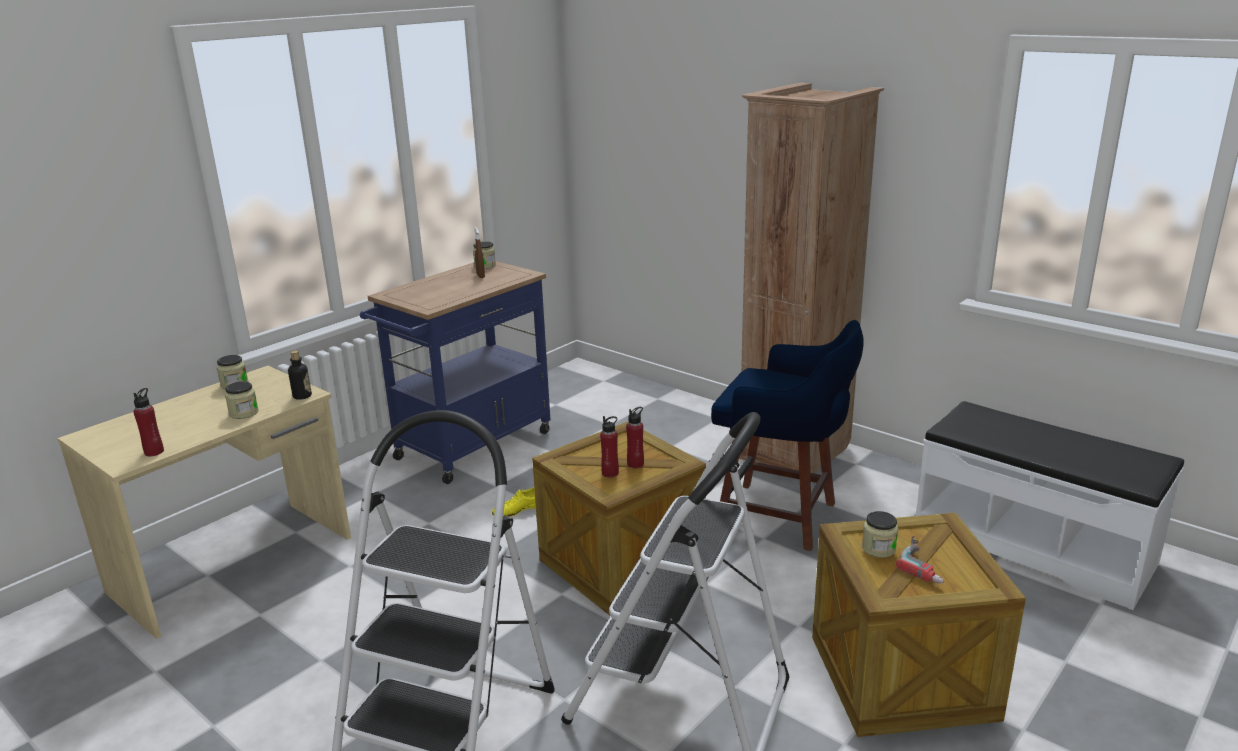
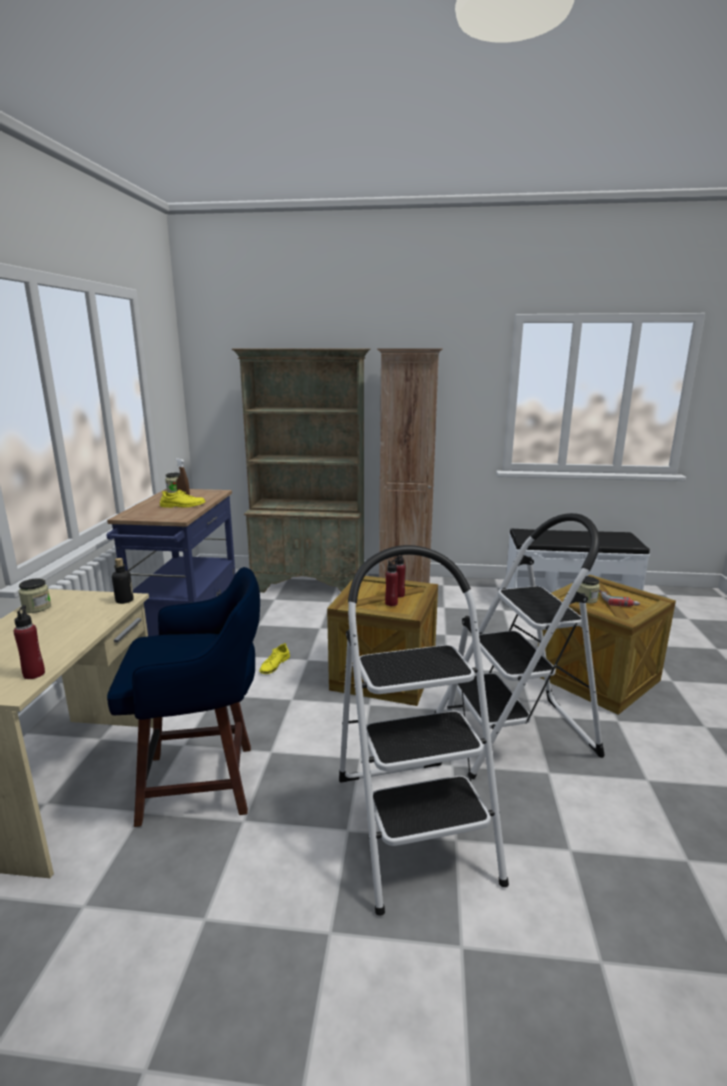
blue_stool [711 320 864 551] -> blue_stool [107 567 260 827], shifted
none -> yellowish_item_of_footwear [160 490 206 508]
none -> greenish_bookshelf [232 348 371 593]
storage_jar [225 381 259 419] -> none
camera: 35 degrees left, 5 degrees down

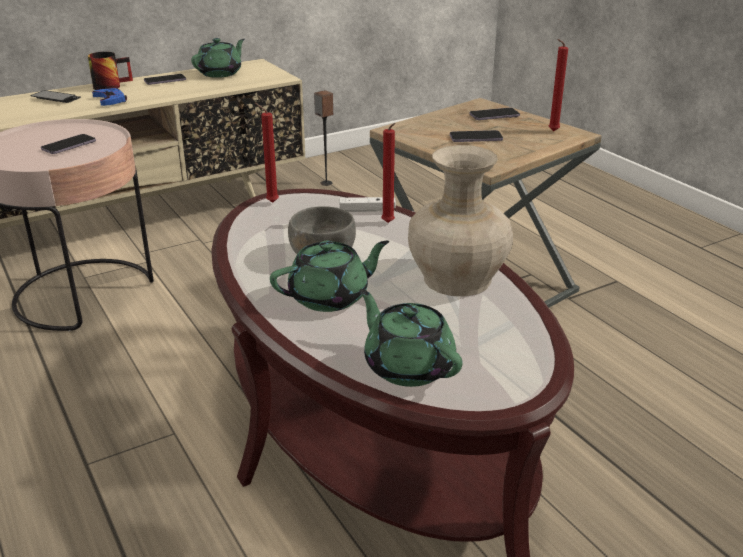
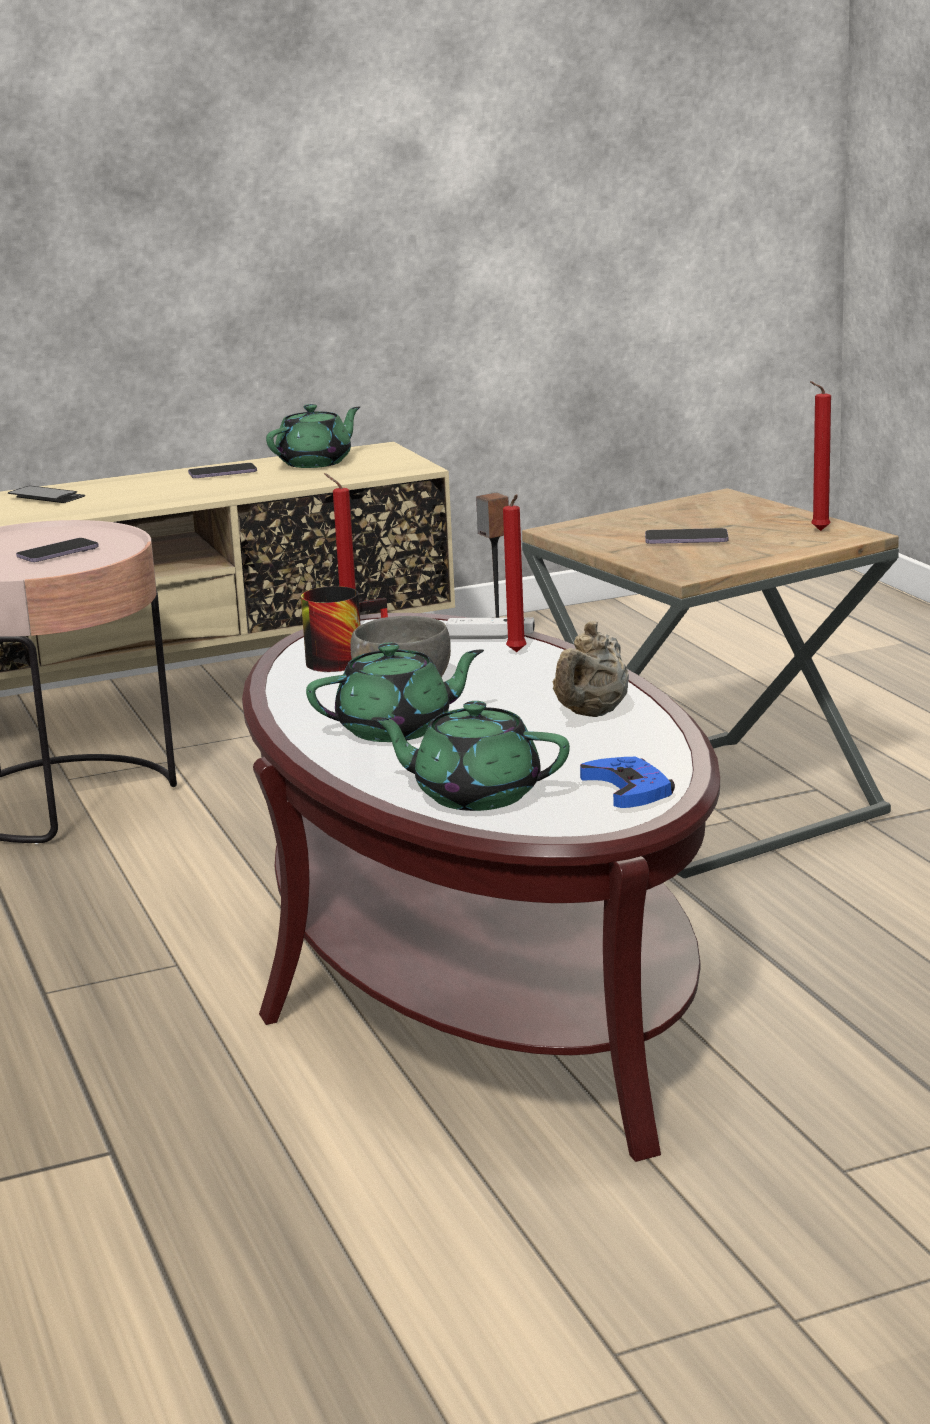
mug [88 52 133 90] -> mug [301 586 388 672], shifted
greenish_tea_pot [360 289 462 387] -> greenish_tea_pot [371 701 570 811], 45 degrees counterclockwise
beige_decorative_vase [408 145 513 296] -> beige_tea_pot [553 621 629 717]
blue_game_controller [92 88 127 106] -> blue_game_controller [580 757 675 808], shifted
handset [469 108 520 120] -> none
camera: 10 degrees right, 10 degrees down

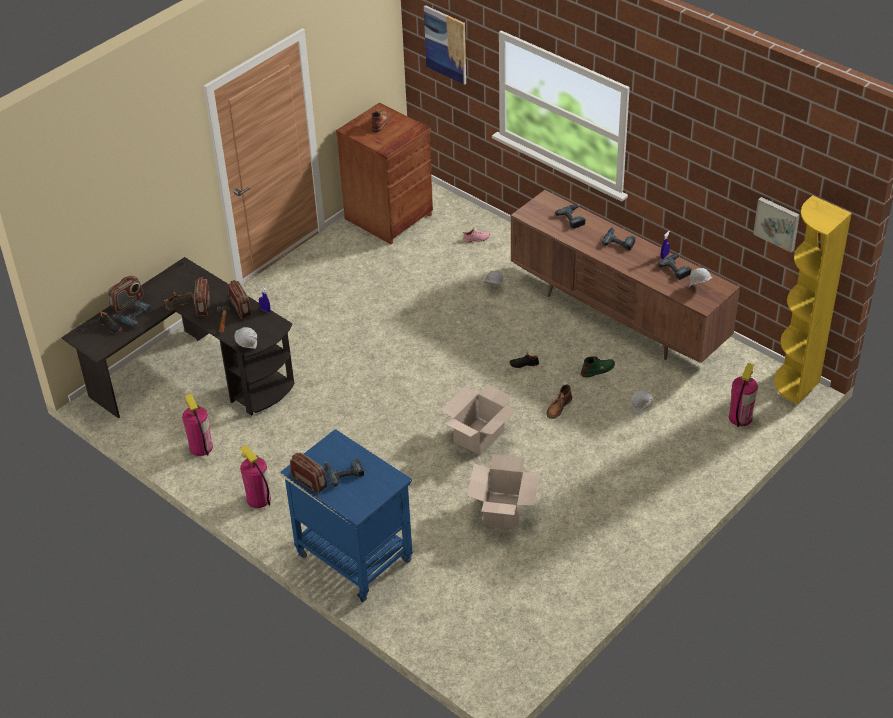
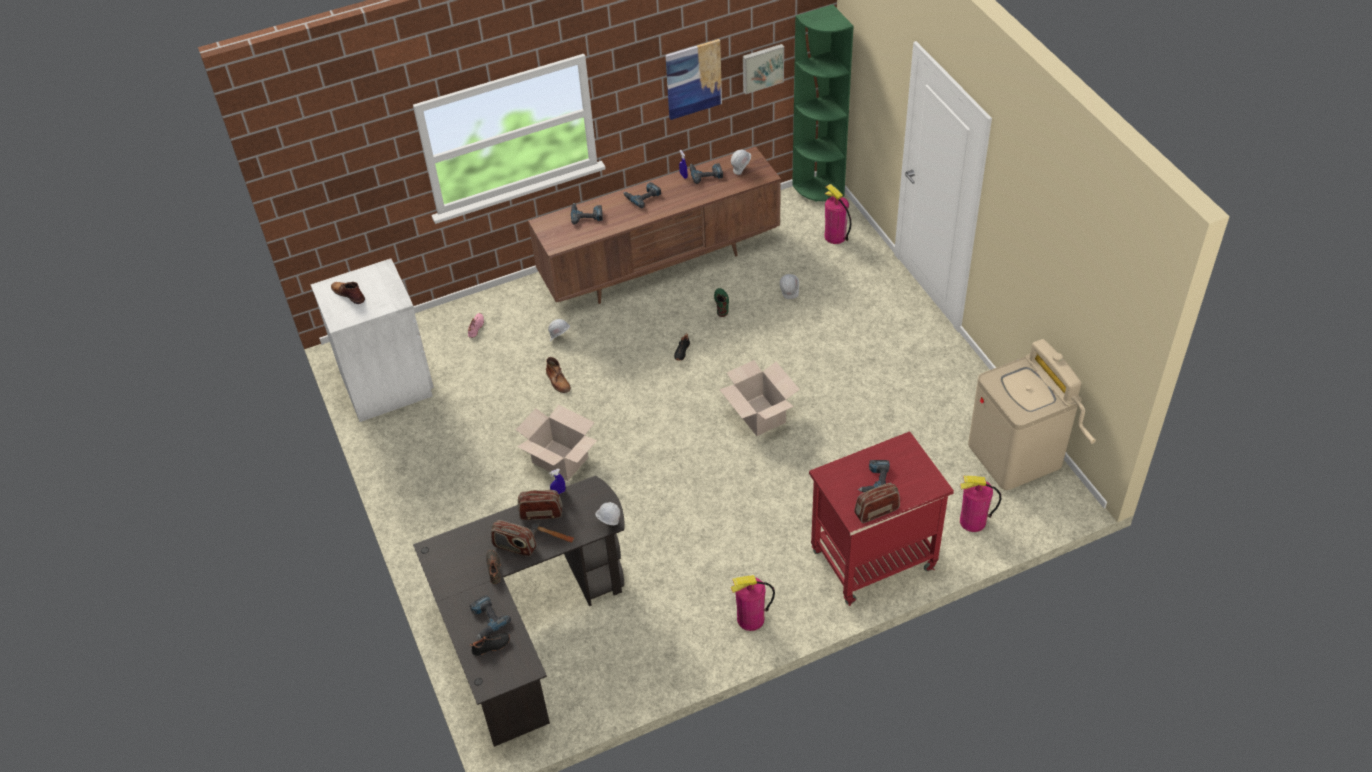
brown_chest_of_drawers [336 102 433 244] -> white-coloured_chest_of_drawers [311 258 434 422]
cardboard_box [467 454 540 529] -> cardboard_box [516 405 597 481], shifted
brown_tall_boot [546 385 572 419] -> brown_tall_boot [546 357 571 393], shifted
wall_picture [424 5 466 85] -> wall_picture [665 39 722 120], shifted
yellowish_bookshelf [774 195 852 405] -> greenish_bookshelf [792 4 853 202]
blue_wheeled_cart [280 429 413 602] -> red-coloured_wheeled_cart [809 431 954 606]
fire-fighting_cylinder [182 393 213 456] -> fire-fighting_cylinder [960 476 1001 532], shifted
none -> beige_laundry_appliance [968 339 1096 490]
radio [108 276 144 312] -> none
camera: 65 degrees left, 5 degrees up

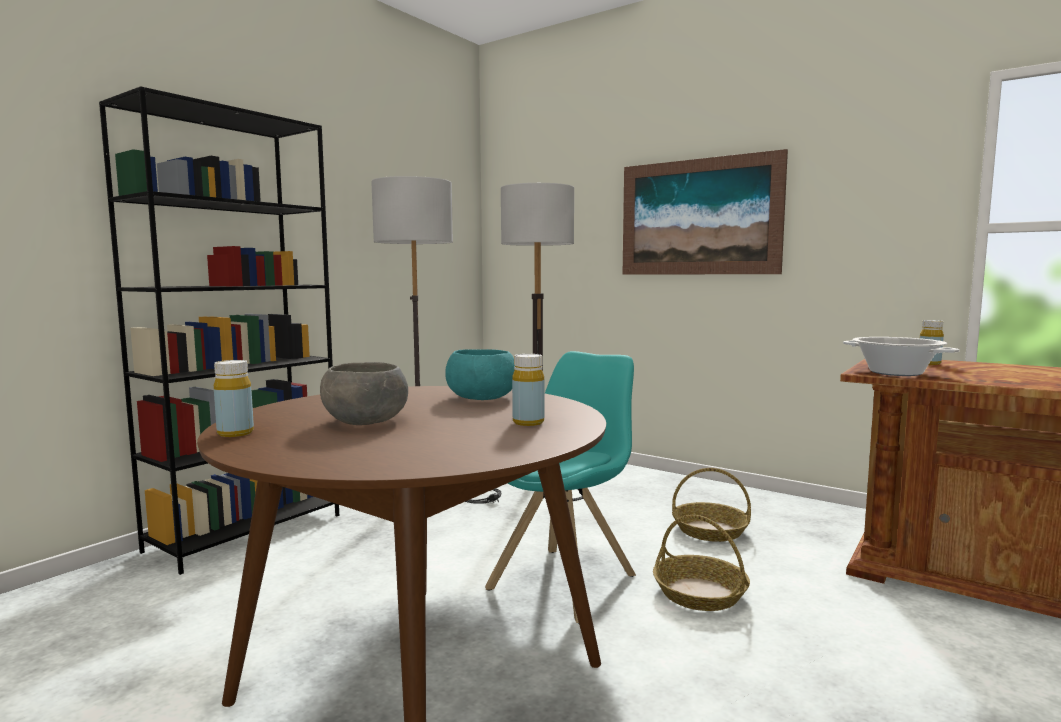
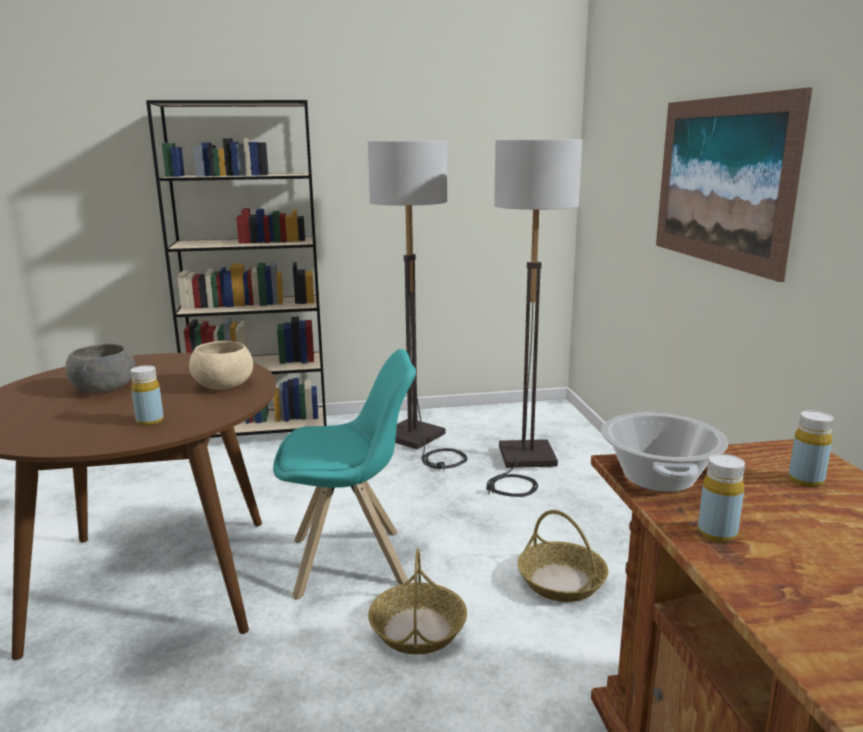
black-coloured_bookshelf [99 86 339 575] -> beige_bookshelf [146 100 327 438]
blue-green_bowl [445 349 514 400] -> beige_bowl [189 341 253 390]
yellowish_beverage_bottle [214 360 254 437] -> yellowish_beverage_bottle [698 454 745 542], shifted
camera: 45 degrees right, 10 degrees up

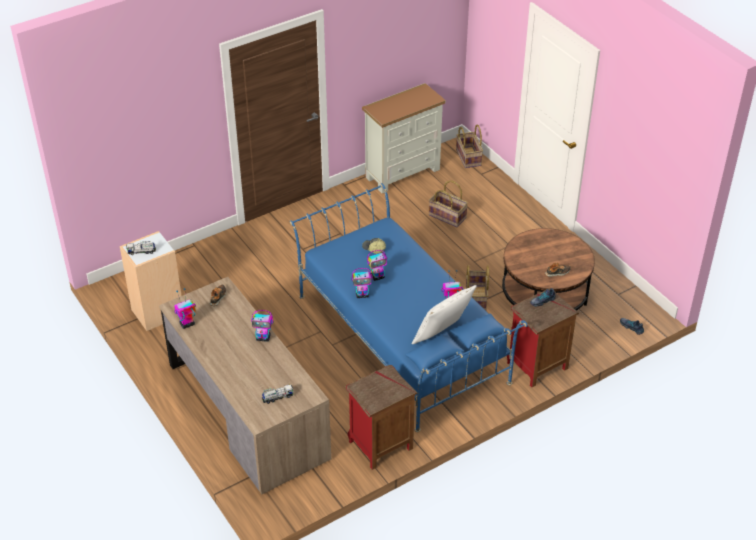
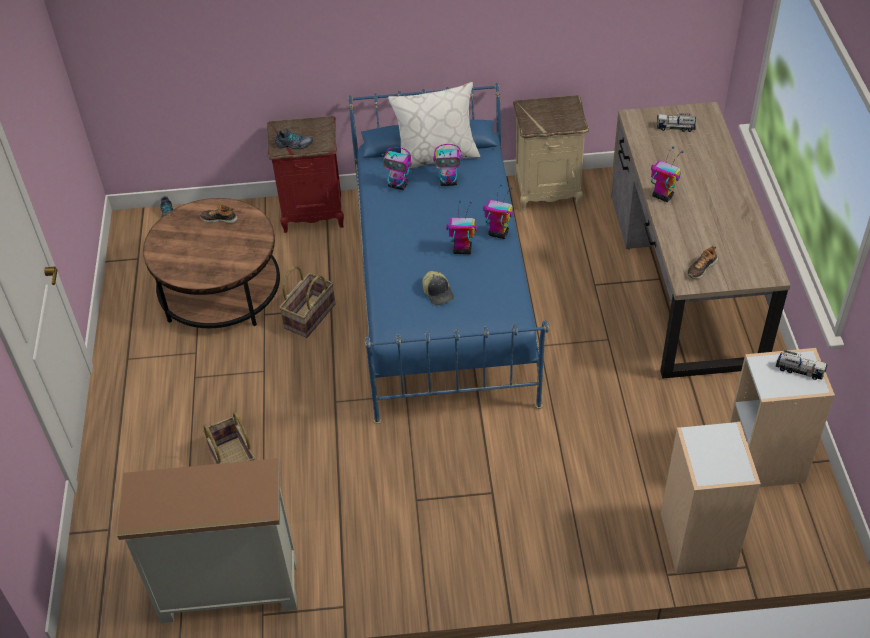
model_robot [174 288 196 329] -> model_robot [433 144 463 186], shifted
red-coloured_bedside_table [345 365 418 470] -> beige_bedside_table [513 95 589 212]
none -> bookshelf [661 422 761 574]
household_basket [456 124 483 168] -> none
camera: 150 degrees left, 5 degrees up

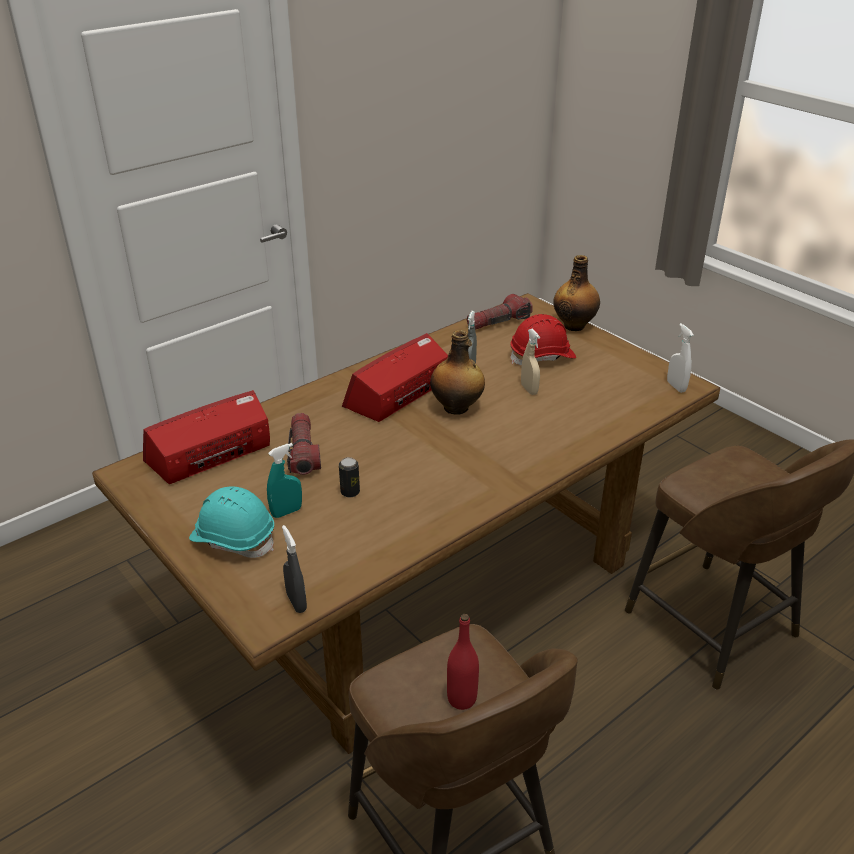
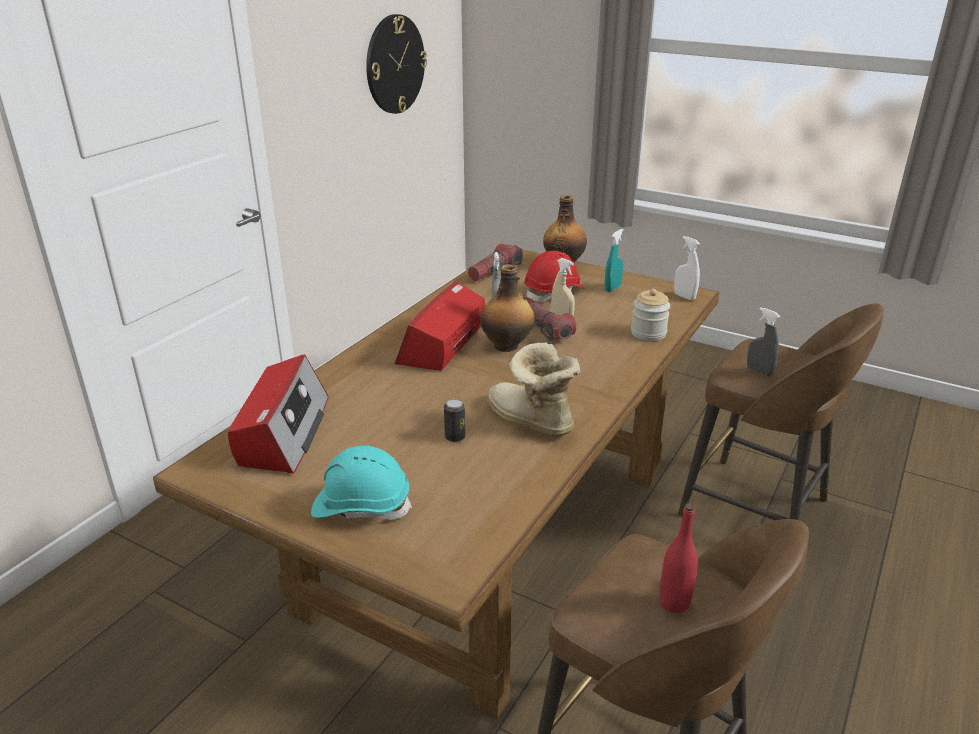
radio [143 390 270 484] -> radio [228 354 329 474], 150 degrees clockwise
none -> clock_on_the_wall [366 14 427 114]
none -> tall_boot [487 343 581 437]
flashlight [287 413 321 475] -> flashlight [526 297 576 341], shifted
blue-green_hand_sprayer [267 443 302 518] -> blue-green_hand_sprayer [605 229 624 292], shifted
none -> storage_jar [631 289 670 341]
gray_hand_sprayer [282 525 307 613] -> gray_hand_sprayer [747 307 780 376], shifted
camera: 20 degrees left, 5 degrees down

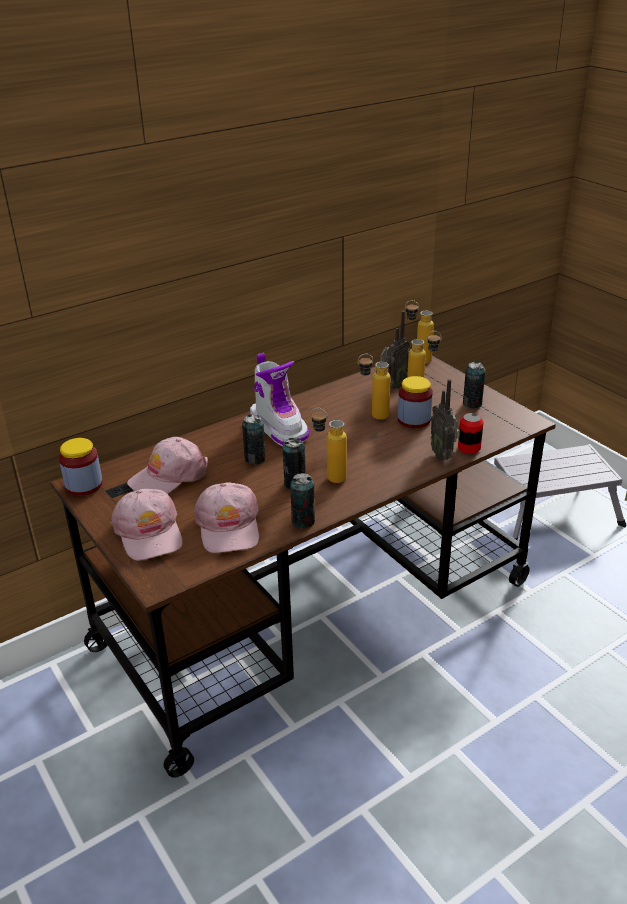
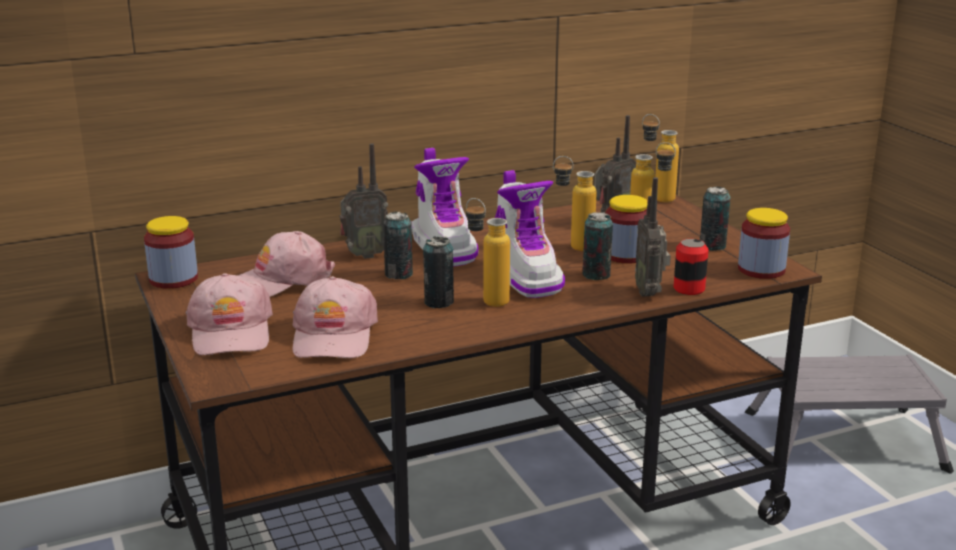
none -> radio [339 144 388 259]
none -> tall_boot [495 170 565 298]
can [290 473 315 528] -> can [582 212 613 280], shifted
none -> storage_jar [738 208 790 279]
camera: 10 degrees right, 10 degrees down

